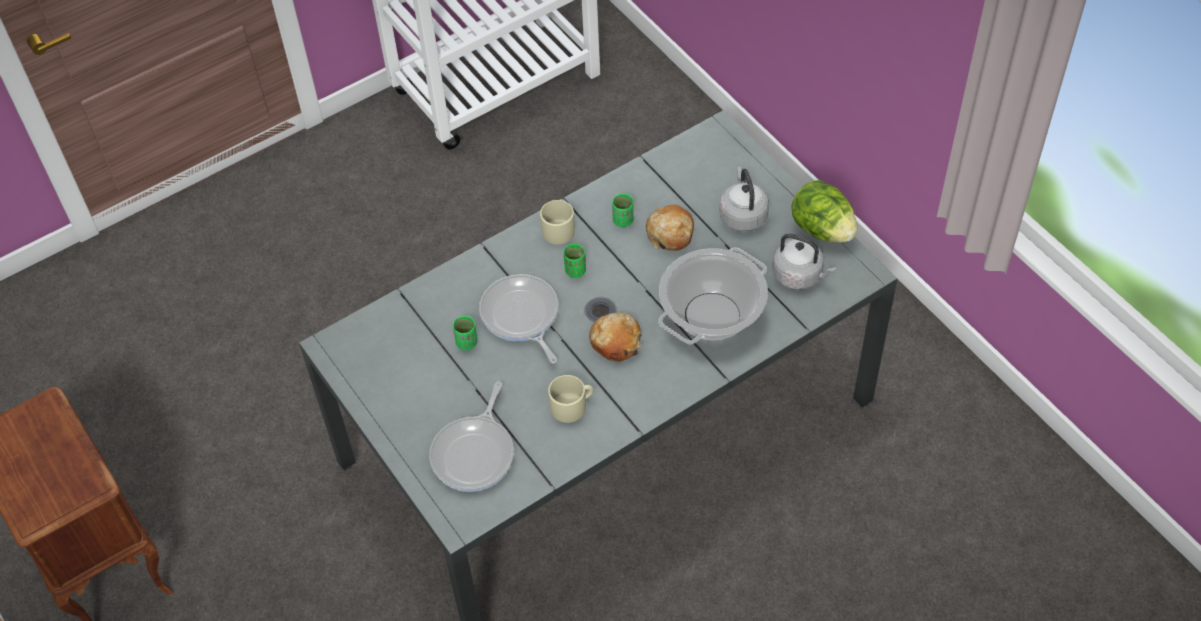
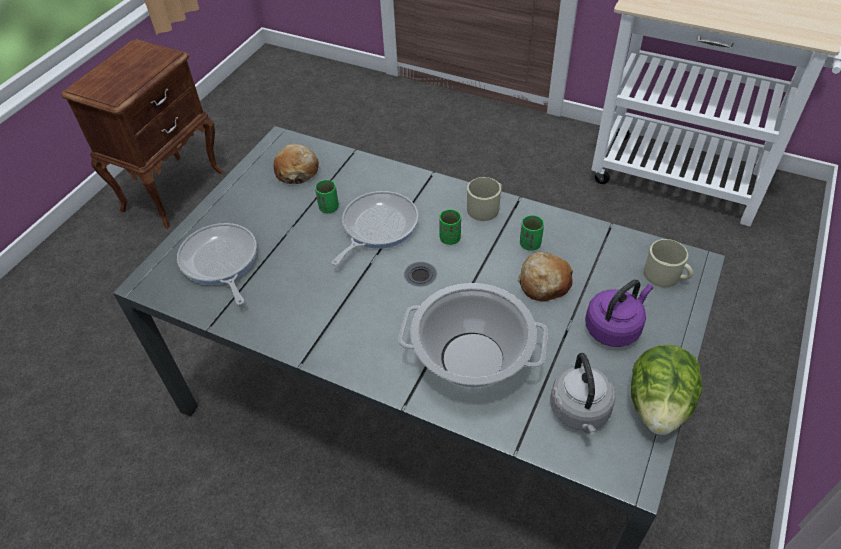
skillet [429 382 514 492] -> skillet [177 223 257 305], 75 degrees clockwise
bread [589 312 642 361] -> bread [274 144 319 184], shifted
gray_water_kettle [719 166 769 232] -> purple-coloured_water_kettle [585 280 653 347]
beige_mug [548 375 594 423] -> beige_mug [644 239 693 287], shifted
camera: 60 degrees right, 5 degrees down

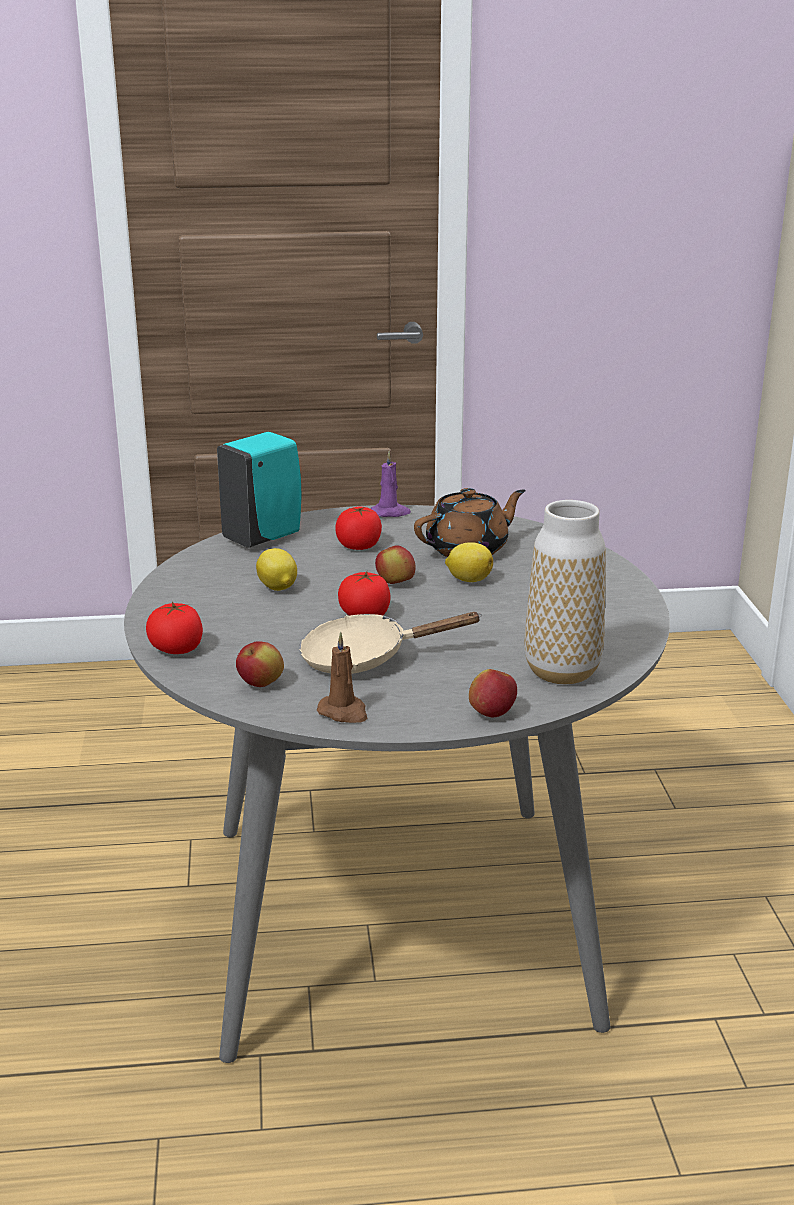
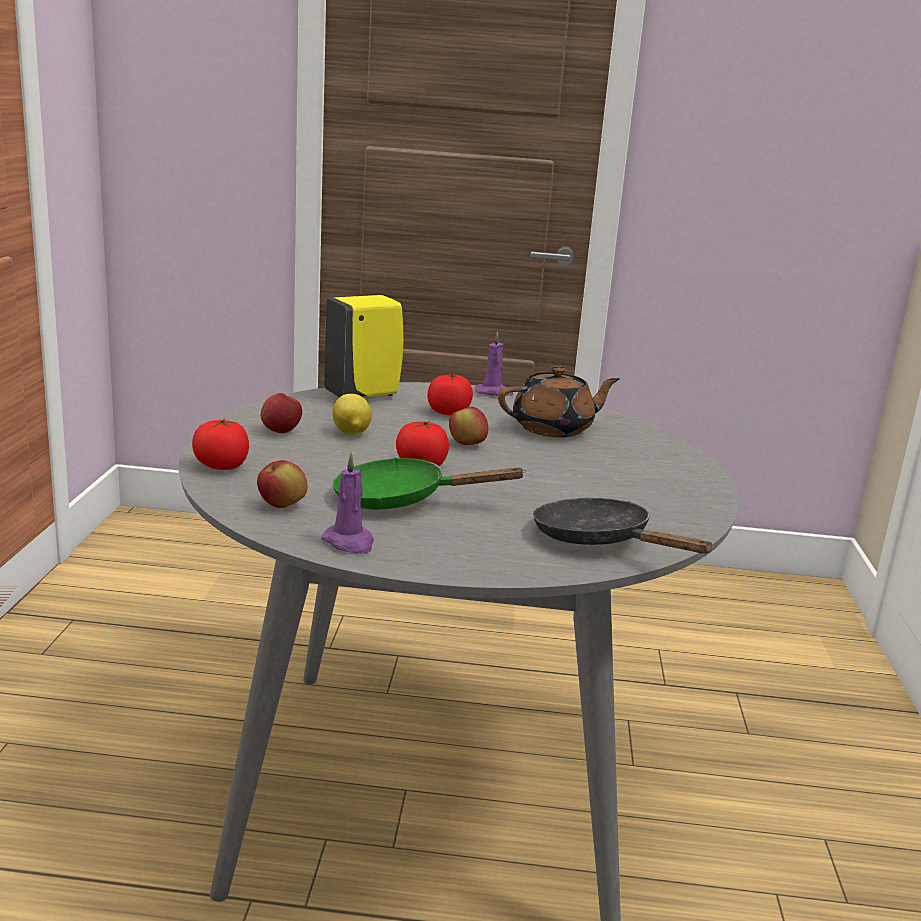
whole_apple [469 669 517 717] -> whole_apple [261 393 302 433], shifted
brown_wax_light [317 632 367 723] -> purple-coloured_wax_light [321 452 374 554]
blue-green_liquid_soap_bottle [217 432 302 548] -> yellowish_liquid_soap_bottle [324 295 404 398]
beige_skillet [299 612 482 674] -> greenish_skillet [333 458 526 509]
decorative_vase [525 500 606 684] -> black-coloured_skillet [533 498 714 554]
whole_lemon [445 542 493 582] -> none
camera: 10 degrees right, 5 degrees down

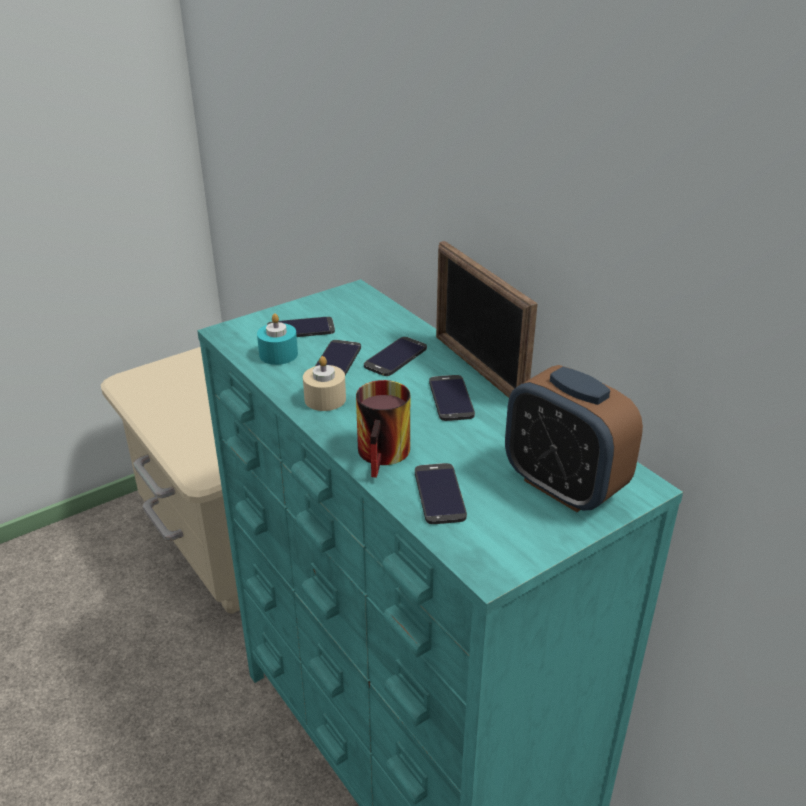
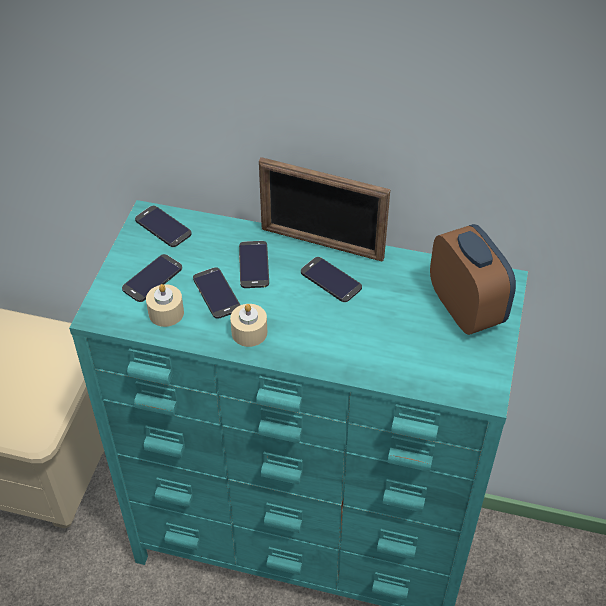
handset [415 463 467 524] -> handset [135 206 192 247], shifted
blue-green_wax_light [257 313 298 365] -> beige_wax_light [146 284 184 327]
alarm_clock [505 365 643 512] -> alarm_clock [430 224 516 335], 120 degrees counterclockwise
mug [356 380 410 478] -> none
camera: 40 degrees left, 15 degrees up

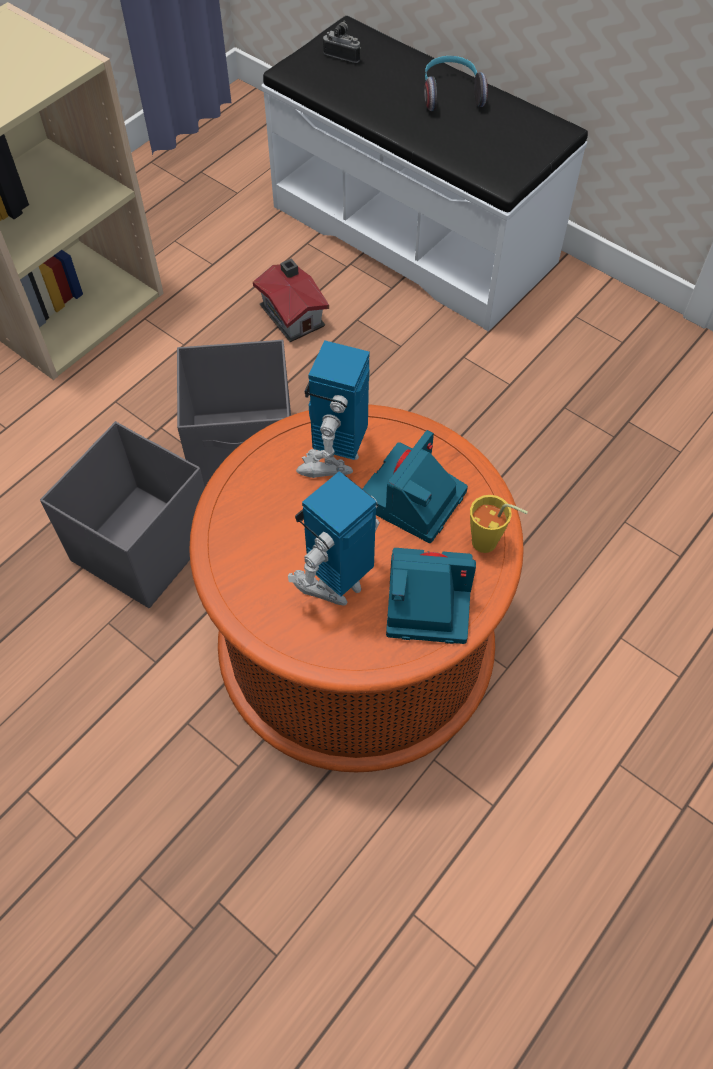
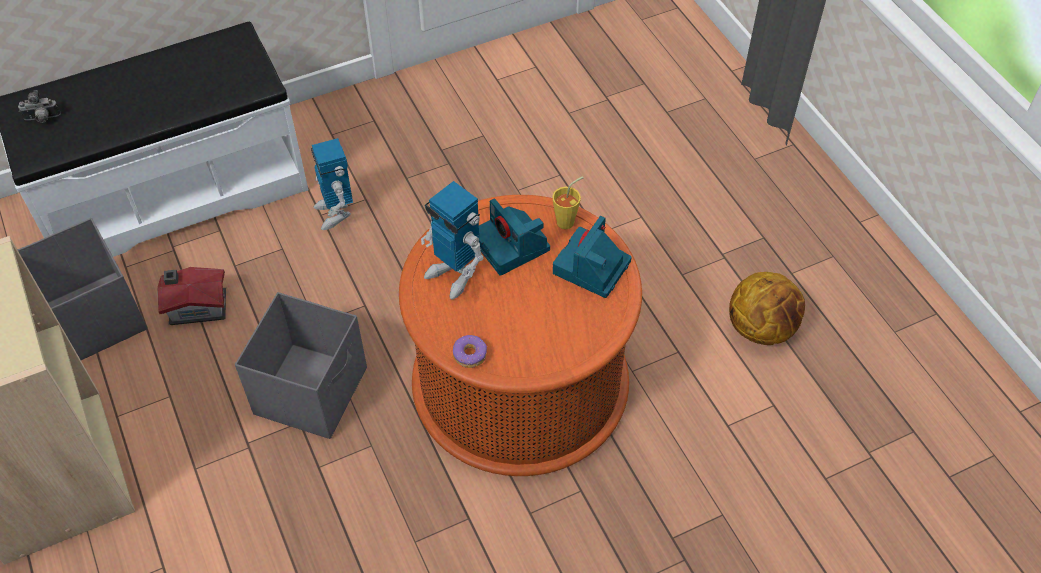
gray_storage_bin [40 422 205 608] -> gray_storage_bin [17 218 147 360], shifted
still_camera [323 20 361 63] -> still_camera [18 90 61 123], 150 degrees counterclockwise
model_robot [288 471 380 606] -> model_robot [311 138 353 230], shifted
none -> ring_doughnut [453 335 487 368]
none -> ball_for_basketball [729 272 805 345]
headphones [424 56 488 111] -> none
camera: 65 degrees left, 5 degrees down

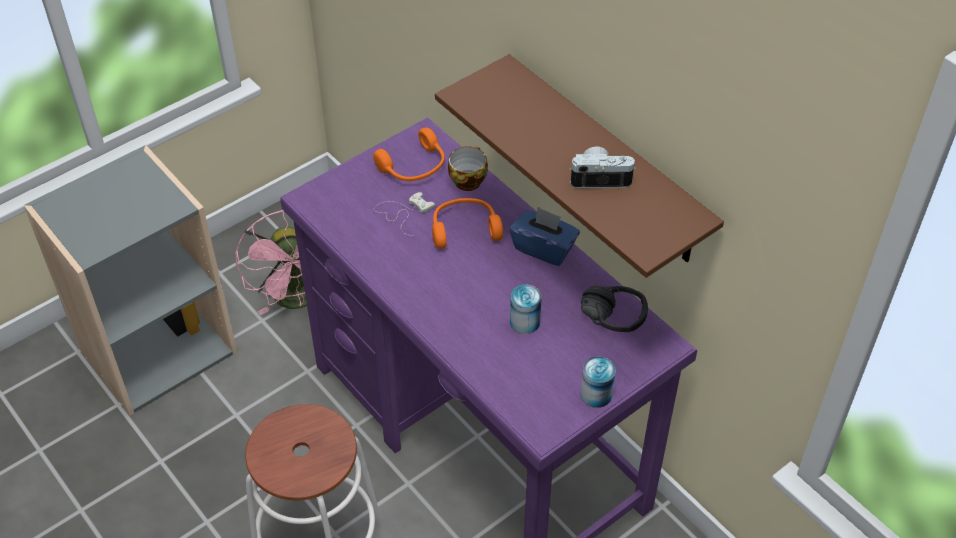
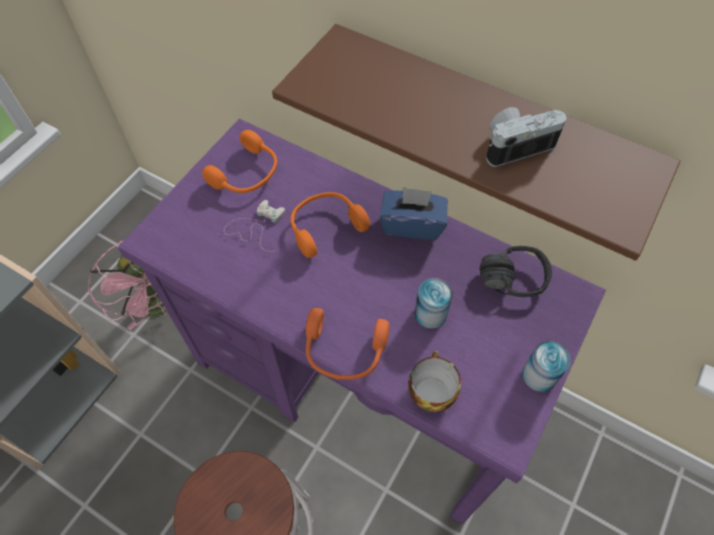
none -> orangey_headphones [306 308 389 380]
drinking_cup [448 146 488 191] -> drinking_cup [408 351 461 412], shifted
camera: 20 degrees left, 10 degrees up

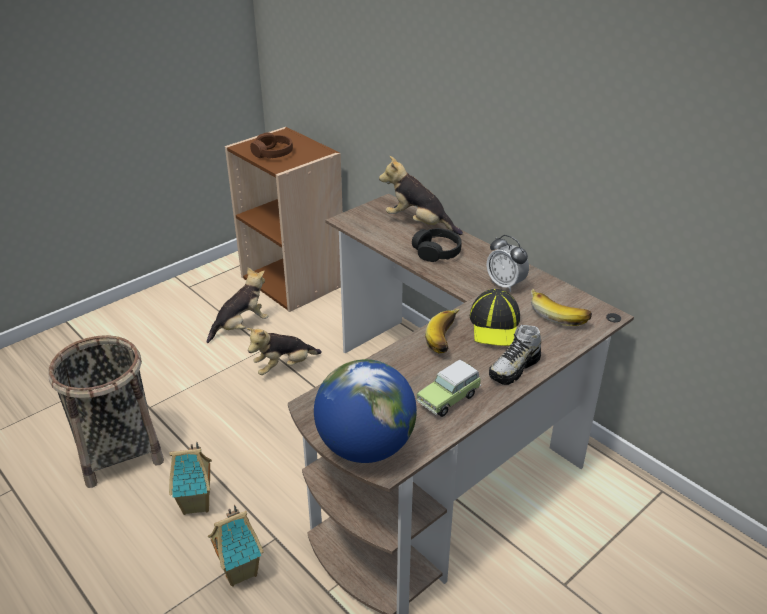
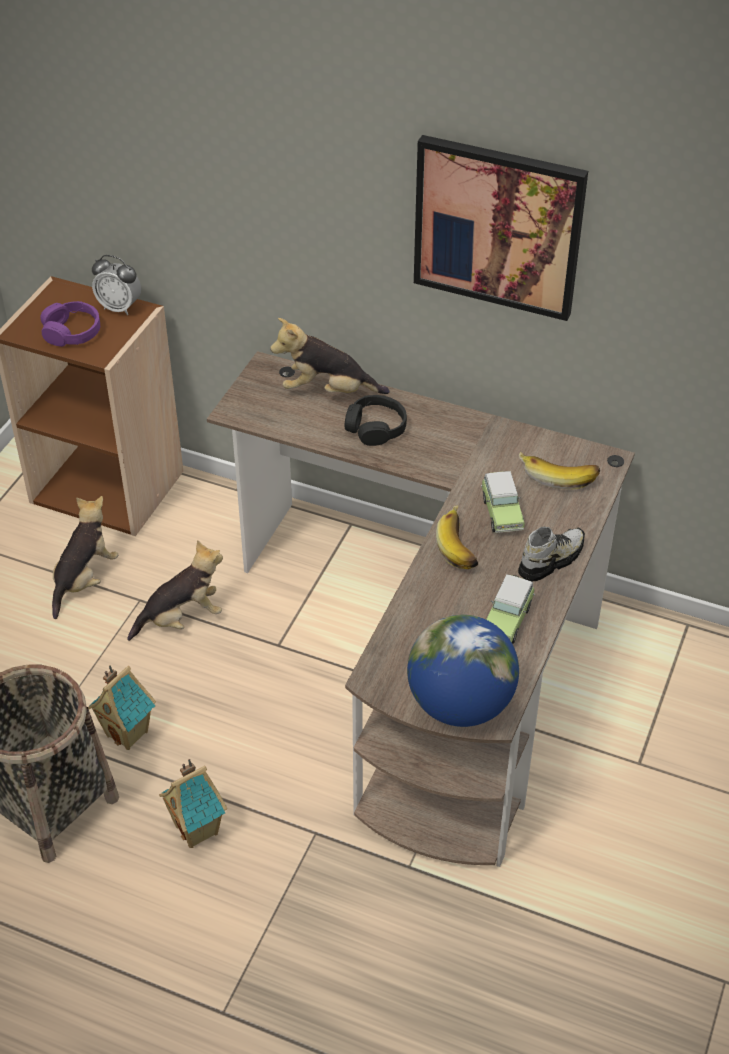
brown_headphones [250 133 293 159] -> purple-coloured_headphones [40 301 100 347]
toy_house [208 505 264 587] -> toy_house [88 665 156 750], shifted
alarm_clock [487 235 529 292] -> alarm_clock [92 255 141 315], shifted
plush_toy [246 328 322 375] -> plush_toy [127 540 223 641], 150 degrees counterclockwise
none -> wall_picture [414 135 588 321]
cap [470 289 520 346] -> toy_car [481 471 525 533]
item_of_footwear [489 325 541 385] -> item_of_footwear [518 527 585 581], 150 degrees counterclockwise
camera: 25 degrees left, 10 degrees up

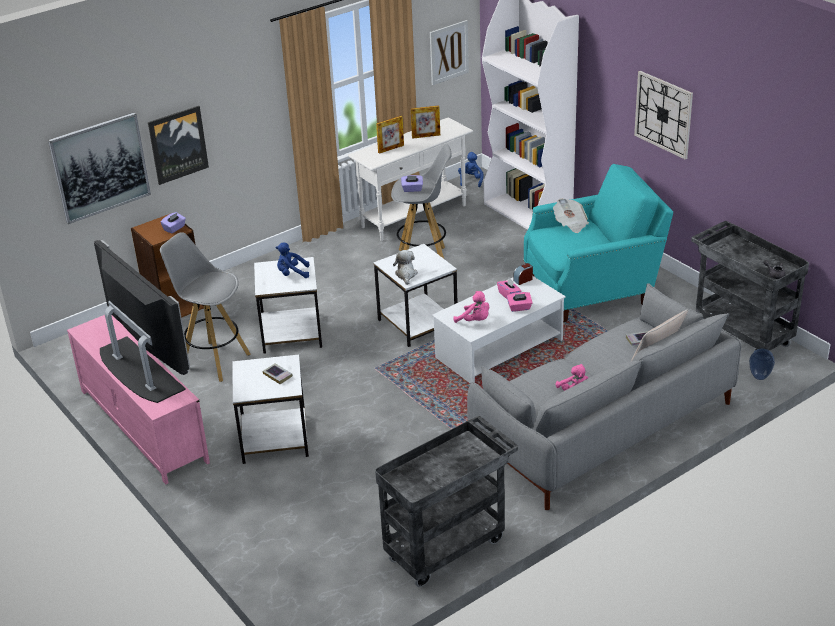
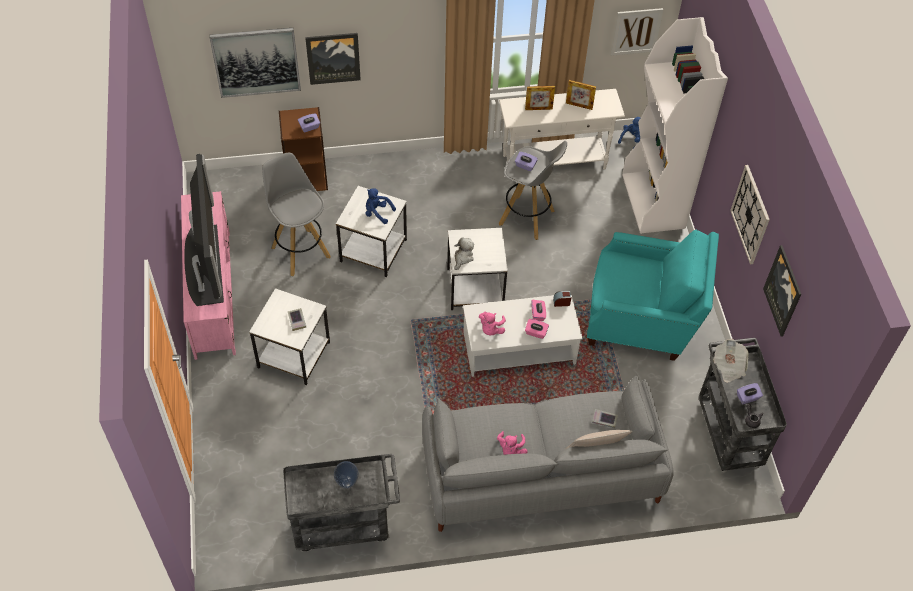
decorative_vase [749 349 775 380] -> decorative_vase [334 461 359 489], shifted
pink_plush_toy [453 291 489 323] -> pink_plush_toy [479 311 506 335], 45 degrees clockwise
daily_paper [553 198 589 233] -> daily_paper [713 339 749 383], shifted
none -> purple-coloured_tissue_box [737 383 763 404]
none -> wall_picture [763 245 801 337]
camera: 25 degrees right, 20 degrees up

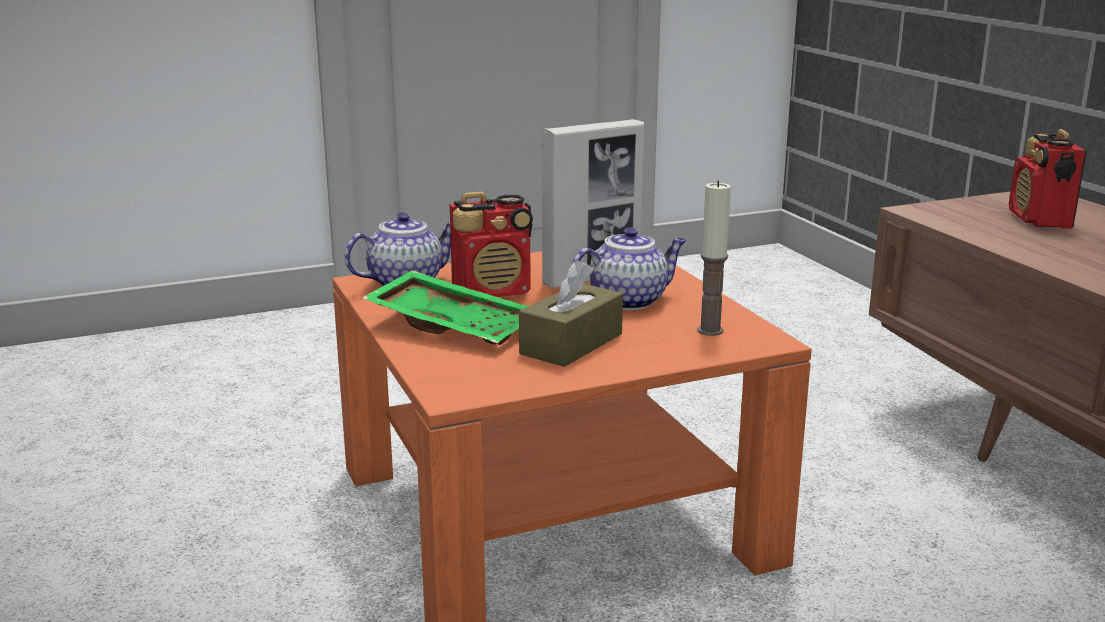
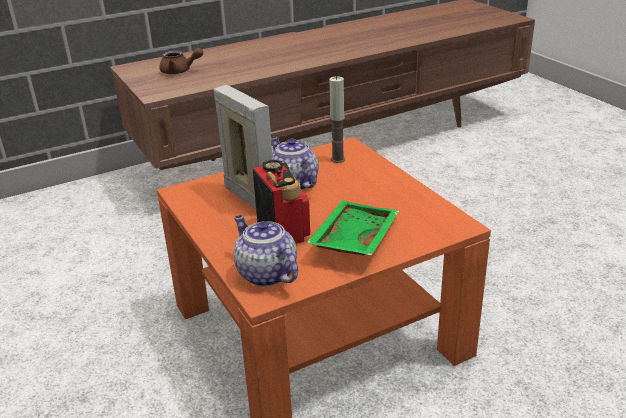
radio [1009 129 1087 229] -> brown_tea_pot [159 48 203 74]
brown_tissue_box [519 260 623 367] -> none
camera: 95 degrees left, 10 degrees up

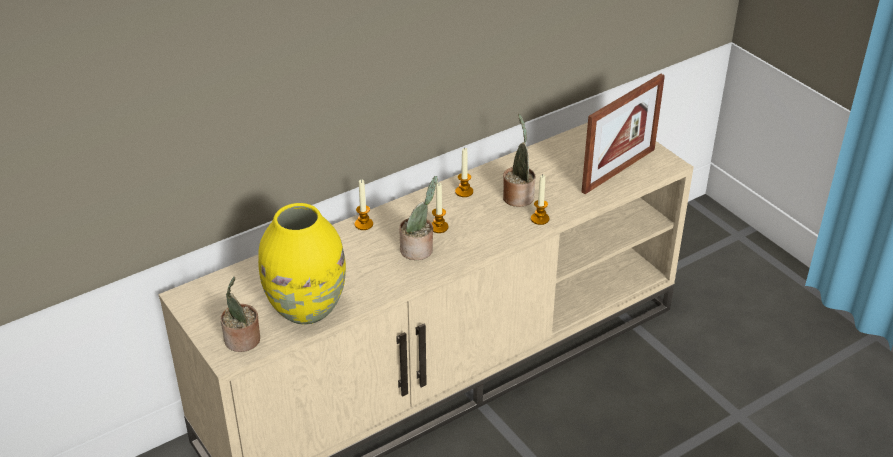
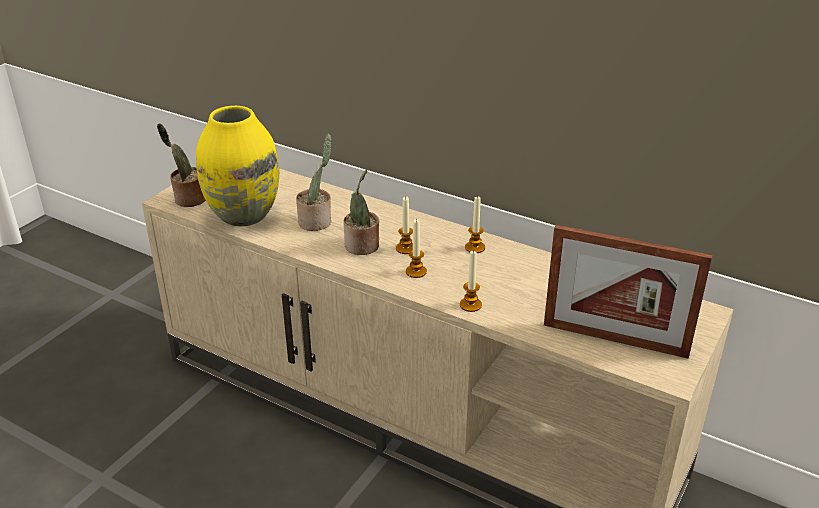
plant_in_a_pot [503 114 535 207] -> plant_in_a_pot [296 133 331 231], shifted
wax_light [355 179 373 230] -> wax_light [406 218 427 278], shifted
camera: 65 degrees right, 5 degrees down

